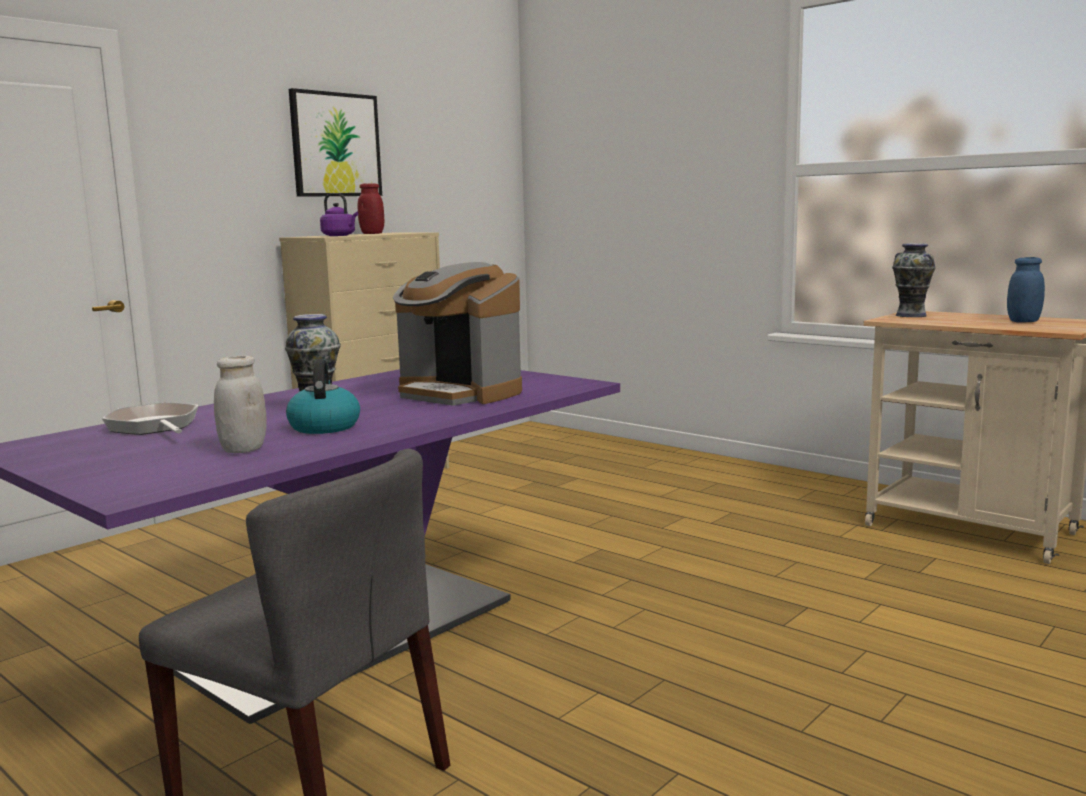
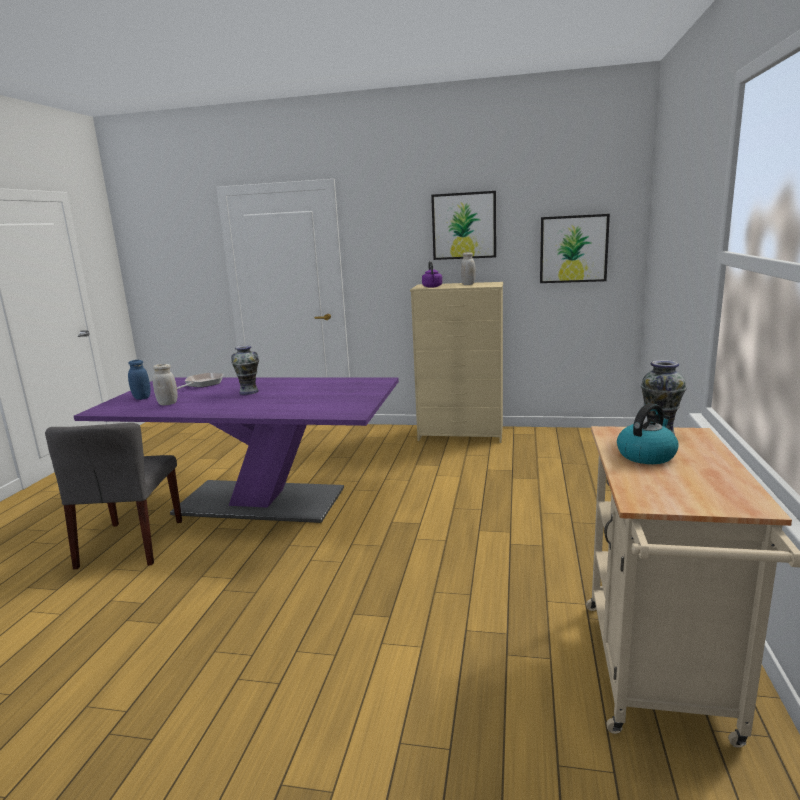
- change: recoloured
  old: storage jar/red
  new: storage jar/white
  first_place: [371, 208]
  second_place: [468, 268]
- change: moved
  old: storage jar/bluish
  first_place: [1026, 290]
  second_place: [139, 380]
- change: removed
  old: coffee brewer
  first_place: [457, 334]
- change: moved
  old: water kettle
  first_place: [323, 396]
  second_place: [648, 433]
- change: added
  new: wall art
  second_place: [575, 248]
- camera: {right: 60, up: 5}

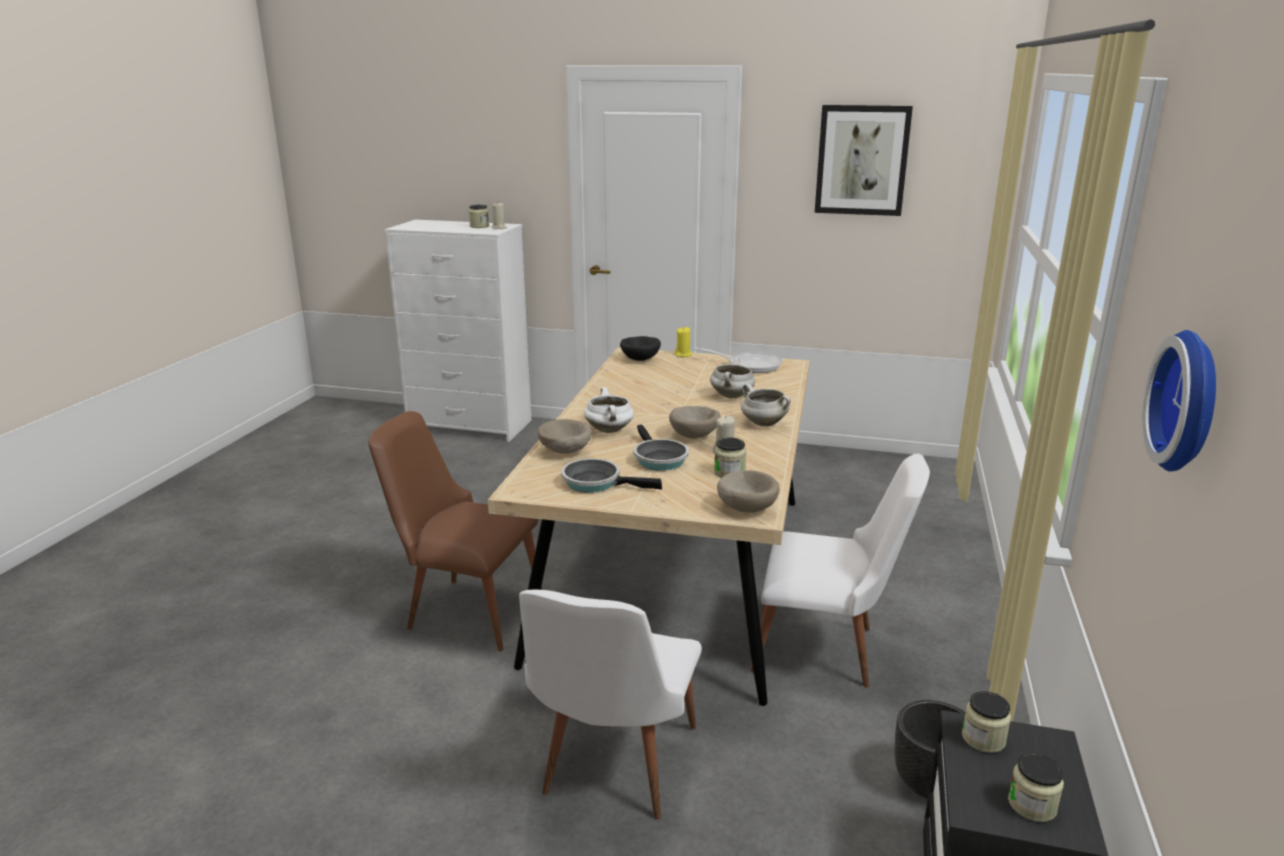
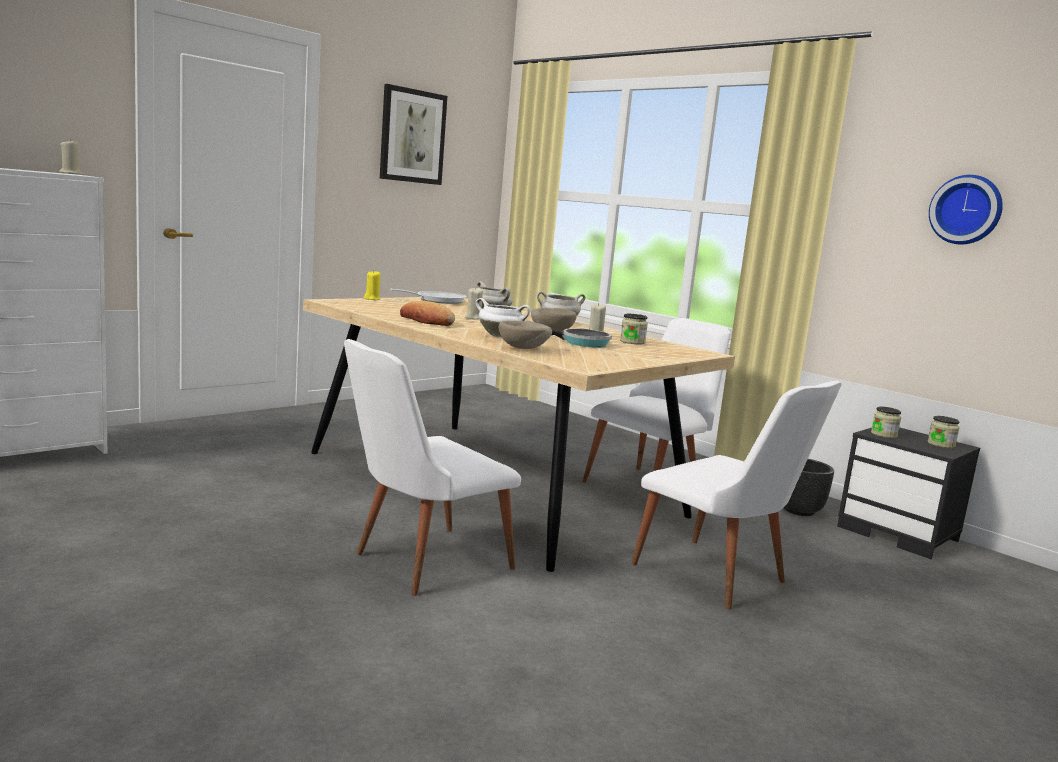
- change: removed
  old: storage jar
  first_place: [479, 216]
- change: removed
  old: deep dish/black
  first_place: [640, 348]
- change: recoloured
  old: chair/brown
  new: chair/white
  first_place: [455, 531]
  second_place: [432, 467]
- change: removed
  old: frying pan
  first_place: [611, 475]
- change: removed
  old: deep dish/beige
  first_place: [748, 491]
- change: added
  new: candle/beige
  second_place: [473, 303]
- change: added
  new: bakery bread
  second_place: [427, 313]
- camera: {right: -60, up: -10}

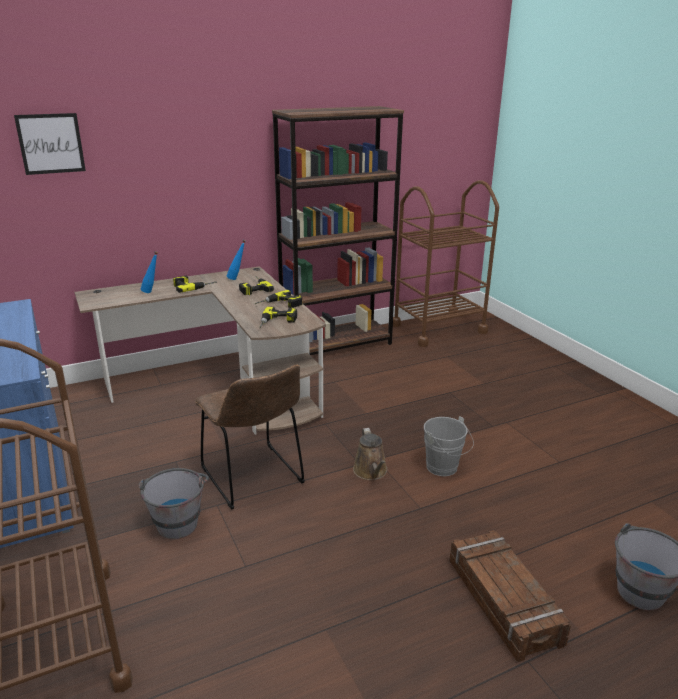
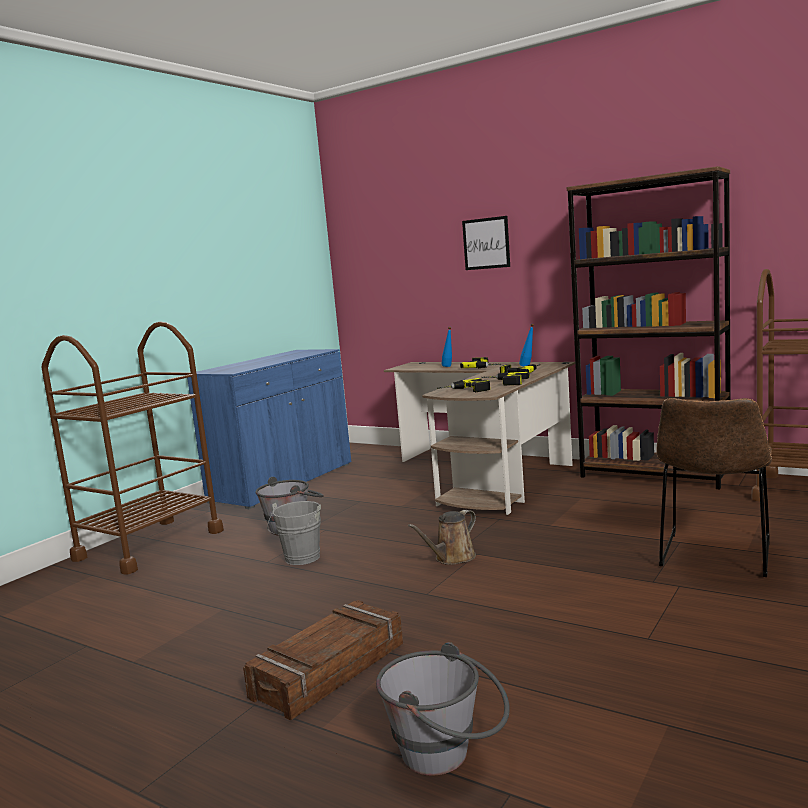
- change: moved
  old: wall art
  first_place: [50, 144]
  second_place: [486, 243]
- change: moved
  old: chair/brown
  first_place: [250, 437]
  second_place: [714, 487]
- change: moved
  old: pail/gray
  first_place: [449, 446]
  second_place: [294, 533]
- camera: {right: 60, up: -15}

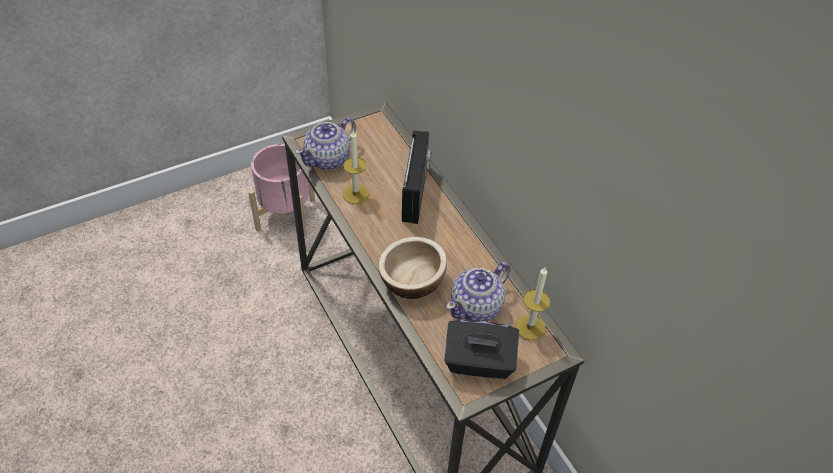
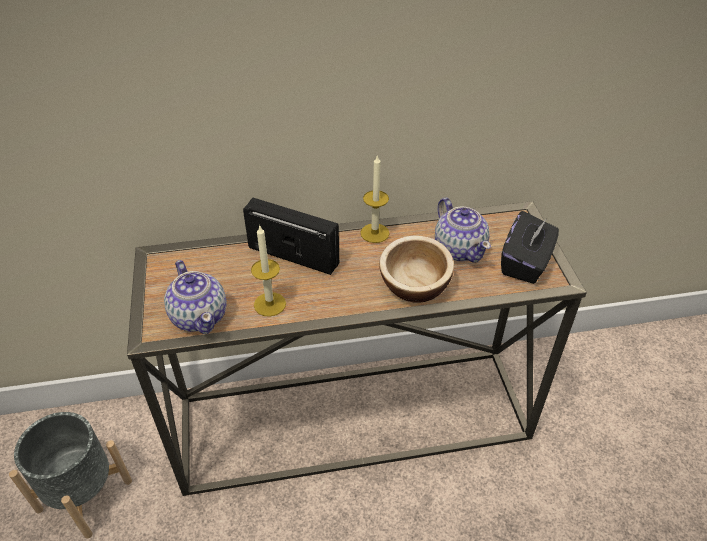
- change: recoloured
  old: flower pot/pinkish
  new: flower pot/gray
  first_place: [281, 190]
  second_place: [70, 475]
- change: moved
  old: candle
  first_place: [532, 303]
  second_place: [374, 199]
- camera: {right: -70, up: -5}

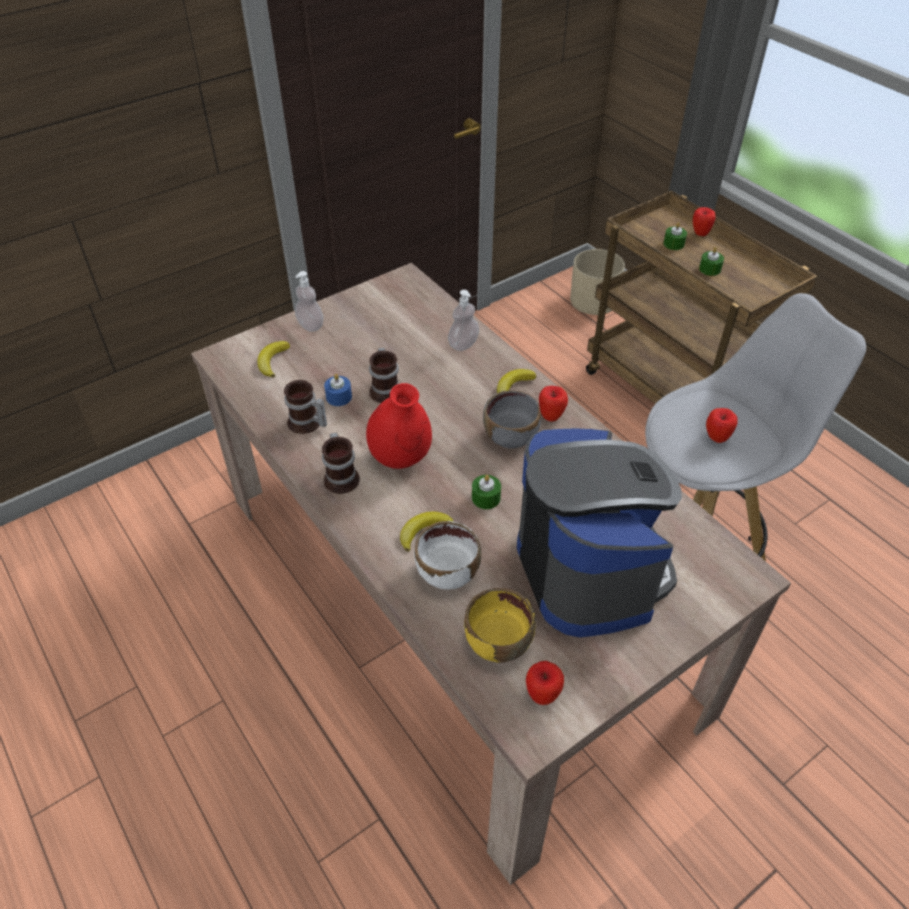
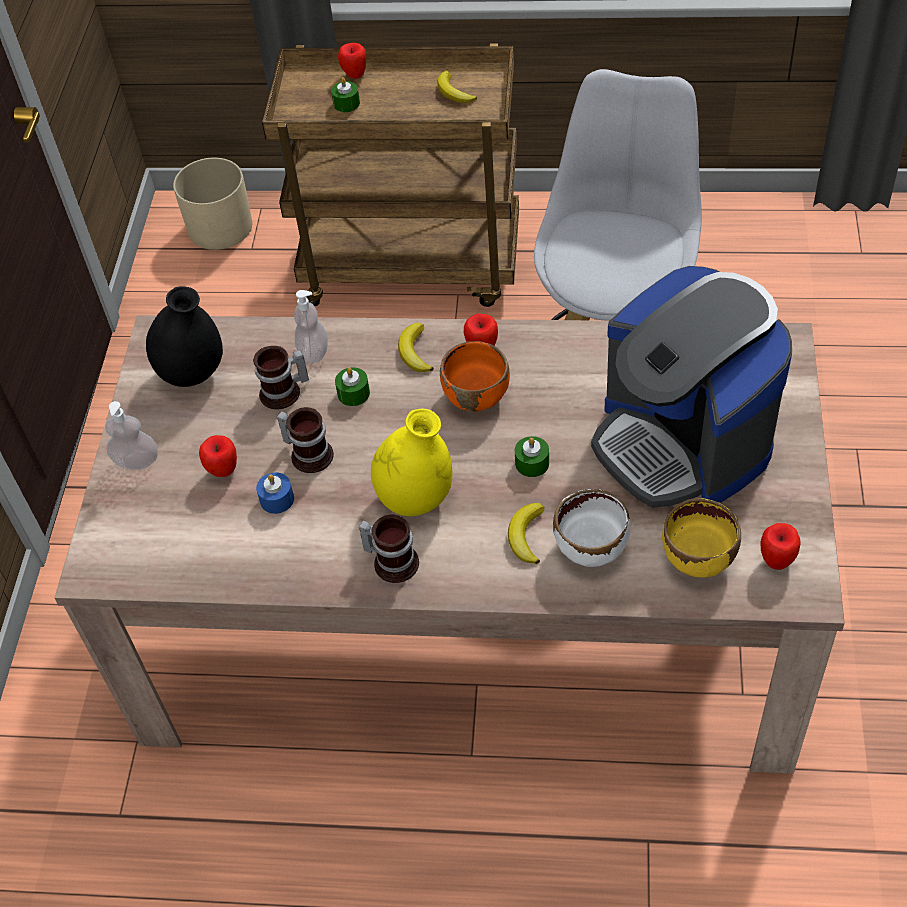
- change: moved
  old: candle/green
  first_place: [711, 261]
  second_place: [352, 386]
- change: moved
  old: whole banana
  first_place: [273, 359]
  second_place: [457, 87]
- change: moved
  old: mug
  first_place: [305, 407]
  second_place: [281, 377]
- change: recoloured
  old: vase/red
  new: vase/yellowish
  first_place: [399, 426]
  second_place: [411, 462]
- change: recoloured
  old: deep dish/gray
  new: deep dish/orange
  first_place: [512, 419]
  second_place: [475, 376]
- change: moved
  old: whole apple
  first_place: [722, 425]
  second_place: [218, 456]
- change: turned
  old: coffee brewer
  first_place: [599, 533]
  second_place: [691, 387]
  degrees: -150
- change: added
  new: vase/black
  second_place: [184, 336]
- camera: {right: -45, up: 5}

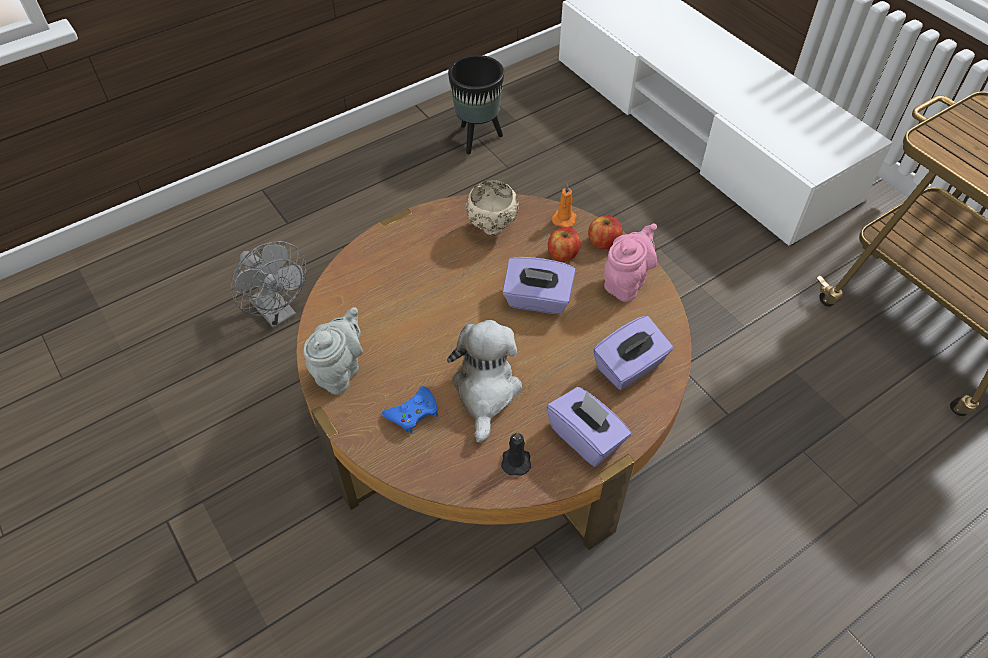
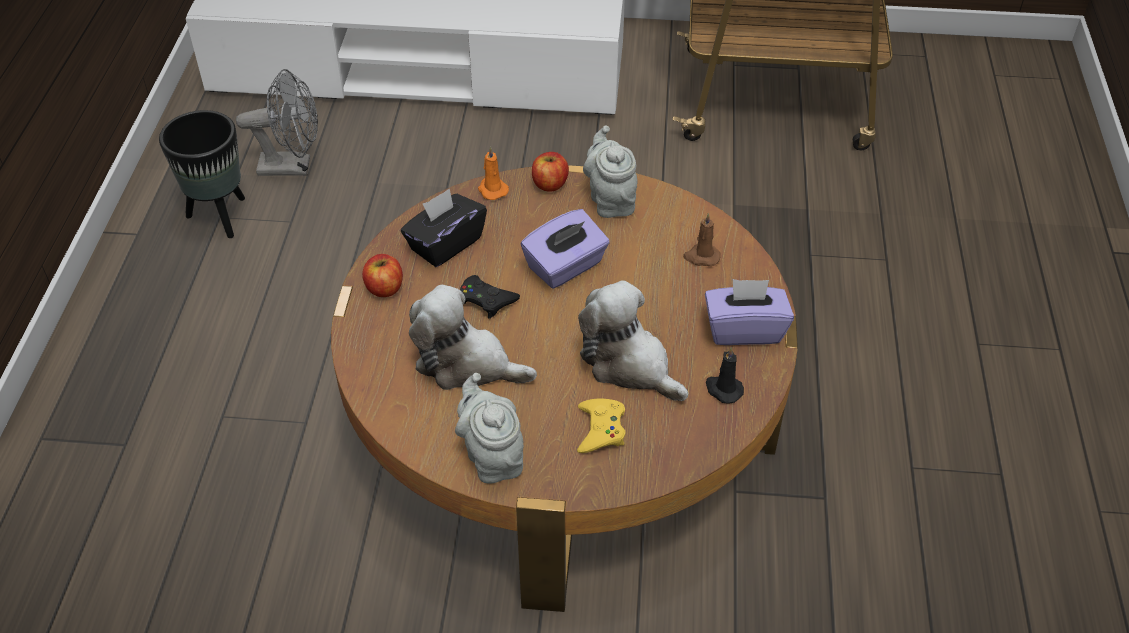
- change: replaced
  old: deep dish/beige
  new: tissue holder/black
  first_place: [492, 207]
  second_place: [444, 227]
- change: recoloured
  old: tea pot/pinkish
  new: tea pot/gray
  first_place: [630, 262]
  second_place: [610, 171]
- change: moved
  old: whole apple
  first_place: [564, 244]
  second_place: [382, 275]
- change: moved
  old: fan/gray
  first_place: [269, 284]
  second_place: [277, 122]
- change: replaced
  old: tissue holder/purplish
  new: candle/brown
  first_place: [633, 352]
  second_place: [702, 239]
- change: recoloured
  old: game controller/bluish
  new: game controller/yellowish
  first_place: [410, 410]
  second_place: [601, 426]
- change: added
  new: game controller/black
  second_place: [490, 297]
- change: added
  new: cuddly toy
  second_place: [473, 337]
- camera: {right: -50, up: -5}

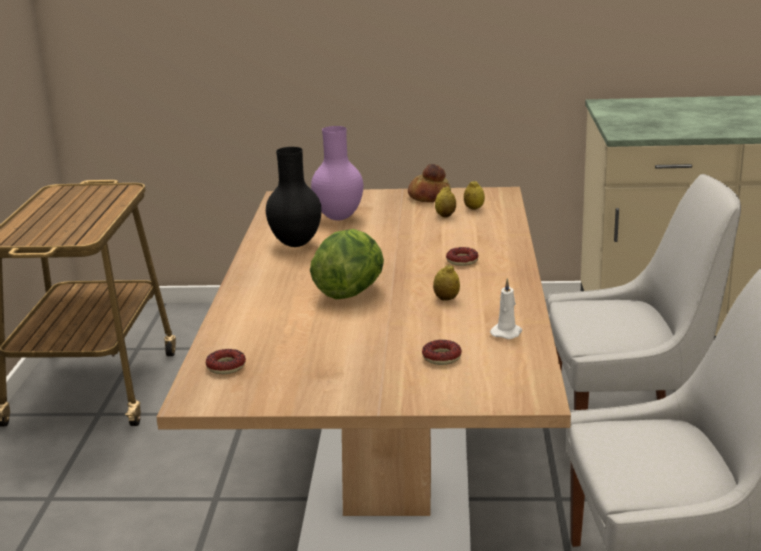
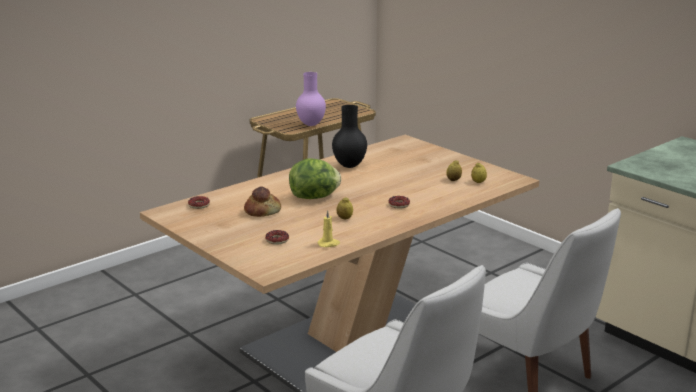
- change: moved
  old: vase/purplish
  first_place: [337, 173]
  second_place: [311, 99]
- change: moved
  old: bakery bread
  first_place: [429, 183]
  second_place: [262, 201]
- change: recoloured
  old: candle/white
  new: candle/yellowish
  first_place: [506, 308]
  second_place: [328, 228]
- camera: {right: 45, up: 0}

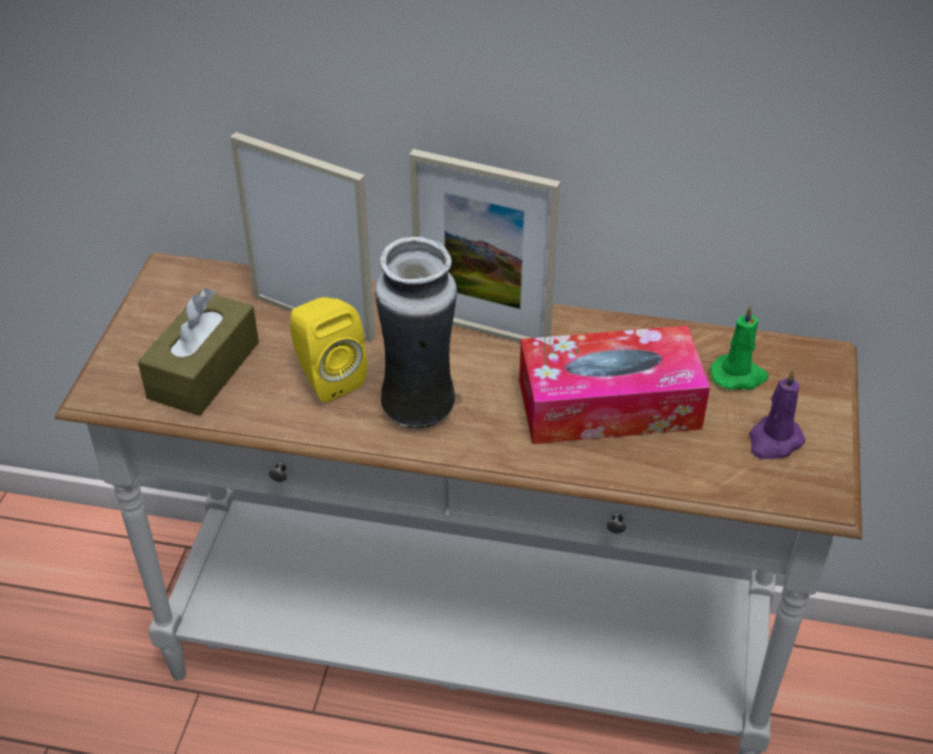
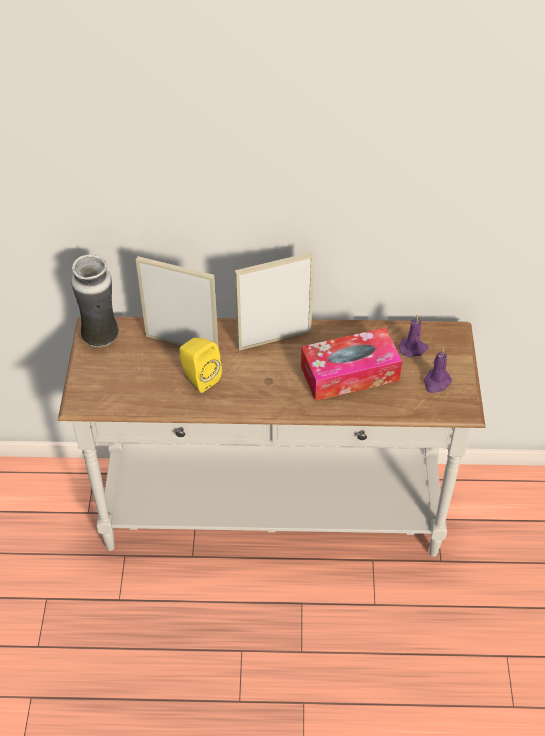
- change: turned
  old: photo frame
  first_place: [484, 246]
  second_place: [274, 301]
  degrees: 150
- change: moved
  old: vase
  first_place: [416, 333]
  second_place: [95, 300]
- change: removed
  old: tissue holder/brown
  first_place: [198, 352]
- change: recoloured
  old: candle/green
  new: candle/purplish
  first_place: [739, 347]
  second_place: [413, 336]
- camera: {right: -10, up: 5}

